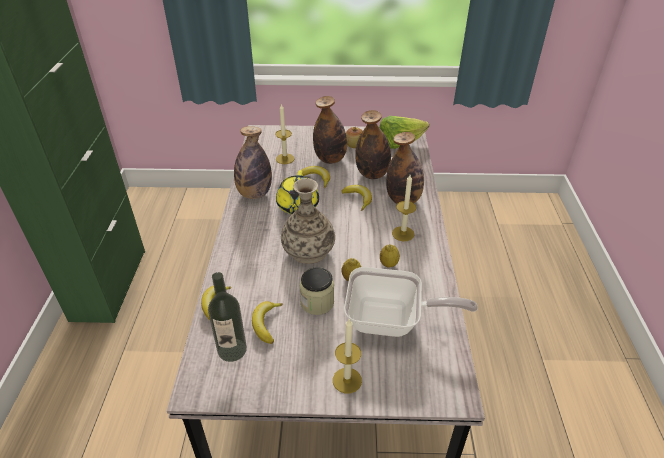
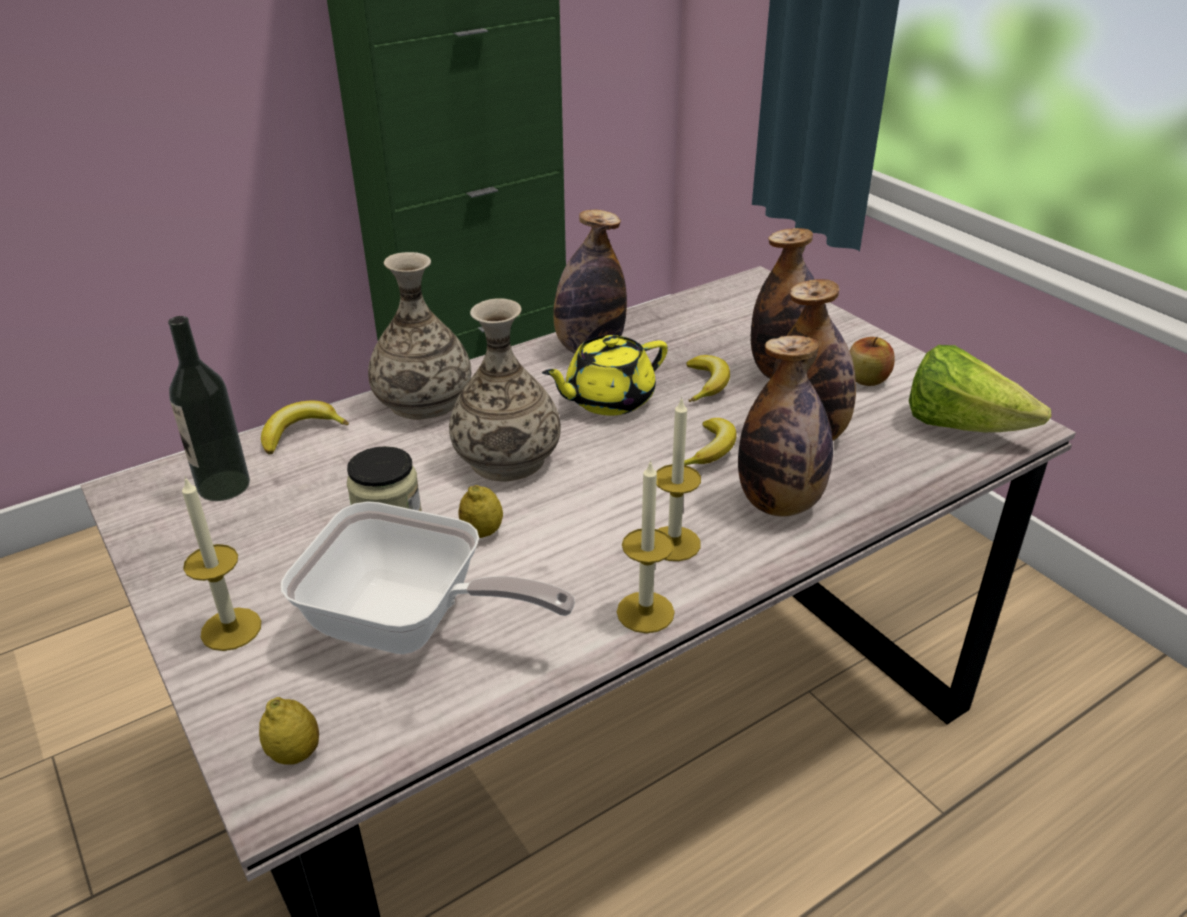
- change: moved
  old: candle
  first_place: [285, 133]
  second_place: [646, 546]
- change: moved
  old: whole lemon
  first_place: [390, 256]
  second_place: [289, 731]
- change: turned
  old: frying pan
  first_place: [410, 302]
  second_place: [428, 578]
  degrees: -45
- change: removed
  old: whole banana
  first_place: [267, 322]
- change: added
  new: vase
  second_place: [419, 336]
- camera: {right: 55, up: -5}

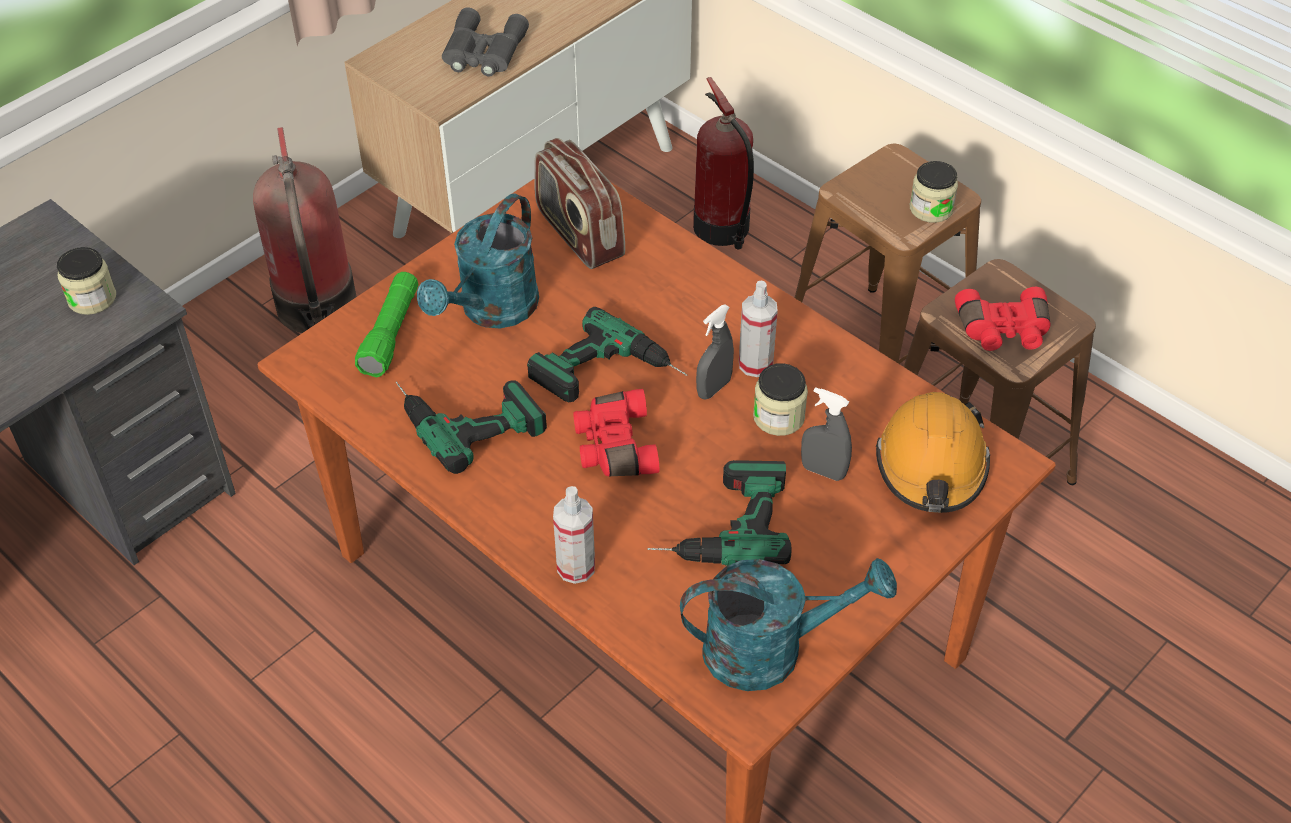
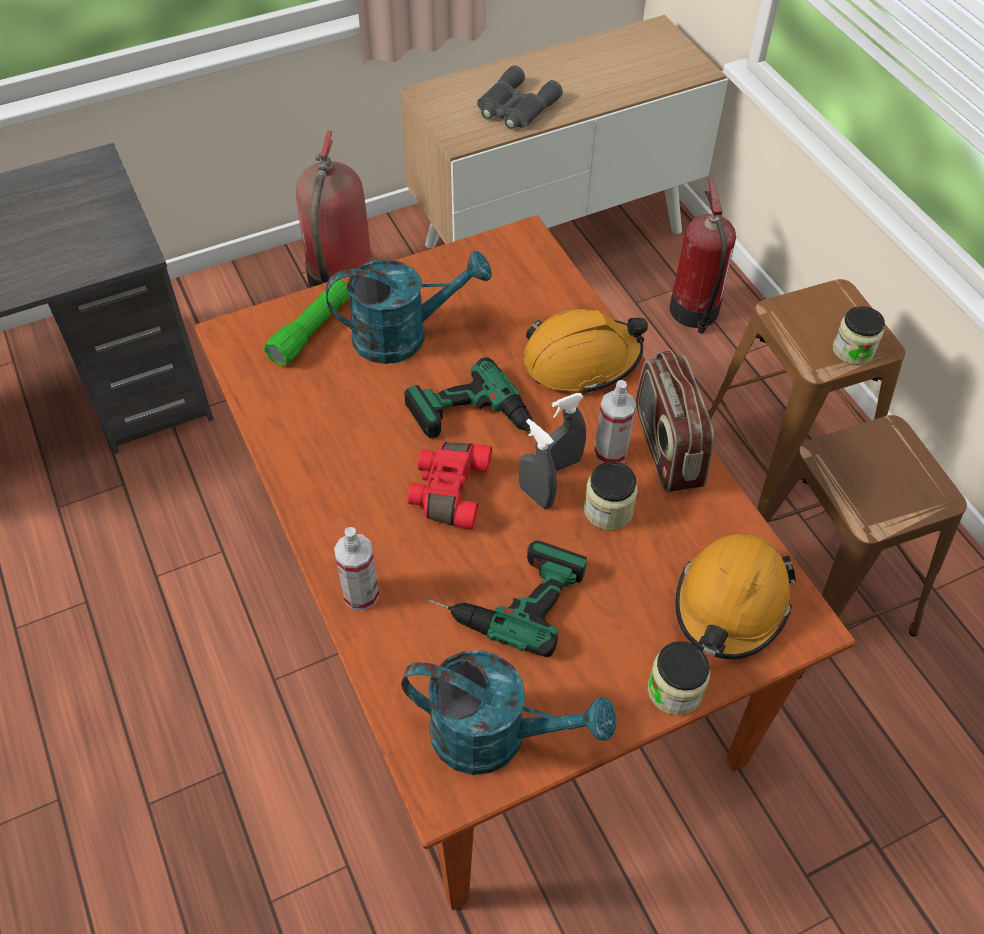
- change: moved
  old: radio receiver
  first_place: [579, 203]
  second_place: [675, 421]
- change: turned
  old: watering pot/blue-green
  first_place: [478, 261]
  second_place: [408, 307]
  degrees: -150
- change: moved
  old: storage jar
  first_place: [86, 281]
  second_place: [679, 678]
- change: removed
  old: pair of binoculars/red
  first_place: [1003, 319]
- change: removed
  old: drill
  first_place: [471, 427]
- change: moved
  old: sprayer/gray
  first_place: [826, 434]
  second_place: [538, 464]
- change: added
  new: work helmet/orange
  second_place: [585, 351]
- camera: {right: 20, up: 5}

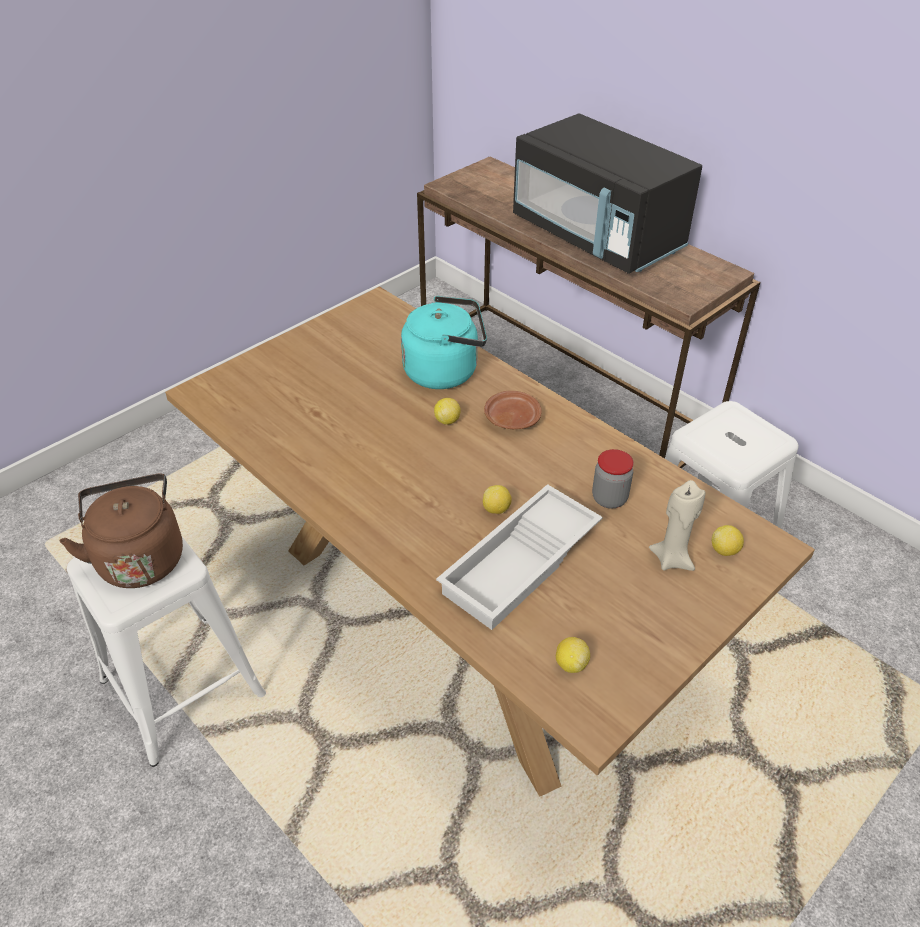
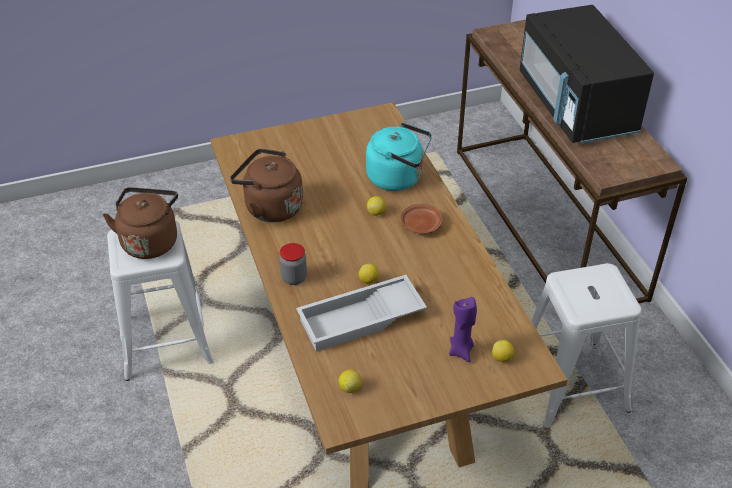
- change: moved
  old: storage jar
  first_place: [613, 478]
  second_place: [293, 264]
- change: recoloured
  old: candle/beige
  new: candle/purplish
  first_place: [677, 525]
  second_place: [463, 329]
- change: added
  new: water kettle/brown
  second_place: [266, 185]
- camera: {right: 25, up: 0}

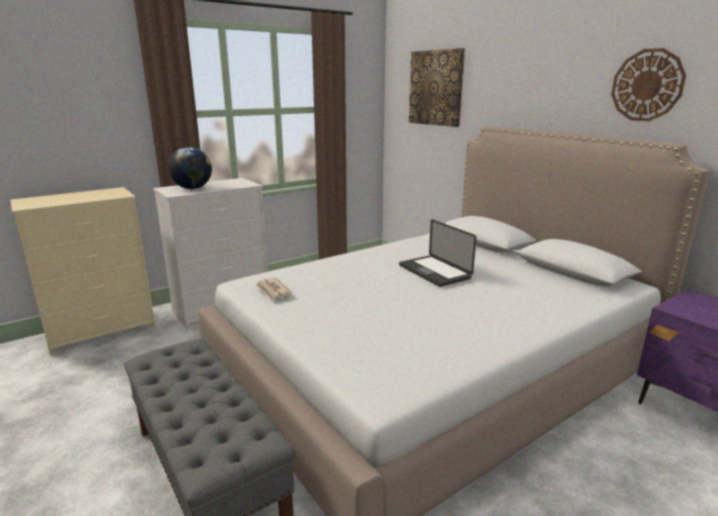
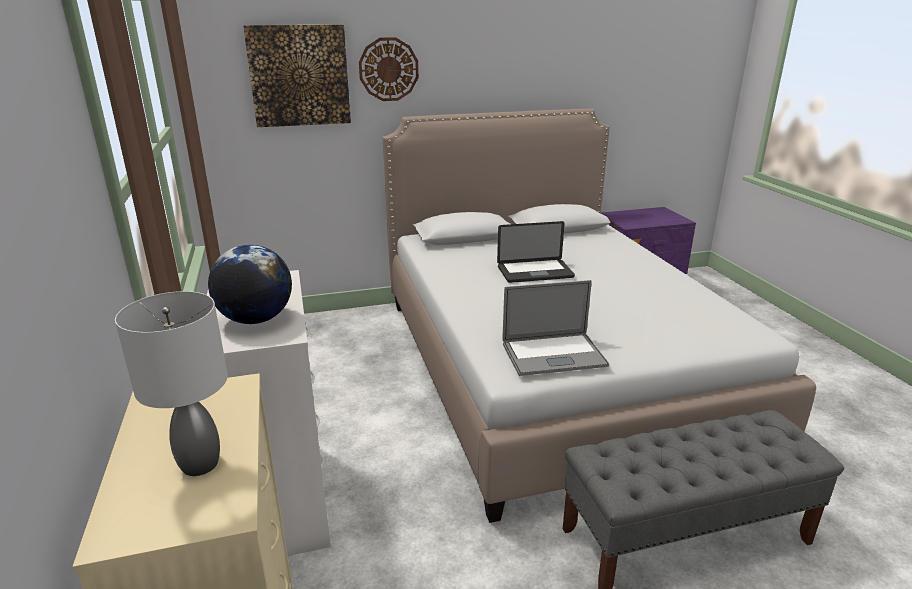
- change: moved
  old: clock on the wall
  first_place: [648, 84]
  second_place: [389, 69]
- change: replaced
  old: newspaper
  new: portable computer
  first_place: [273, 289]
  second_place: [555, 328]
- change: added
  new: lamp for a table/gray
  second_place: [171, 383]
- camera: {right: -70, up: 5}

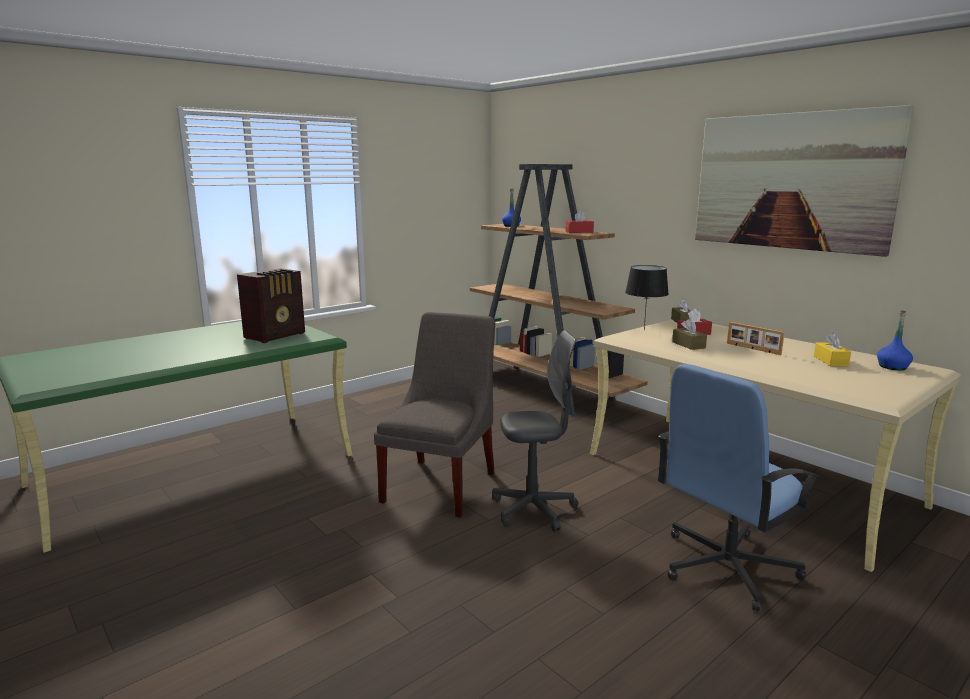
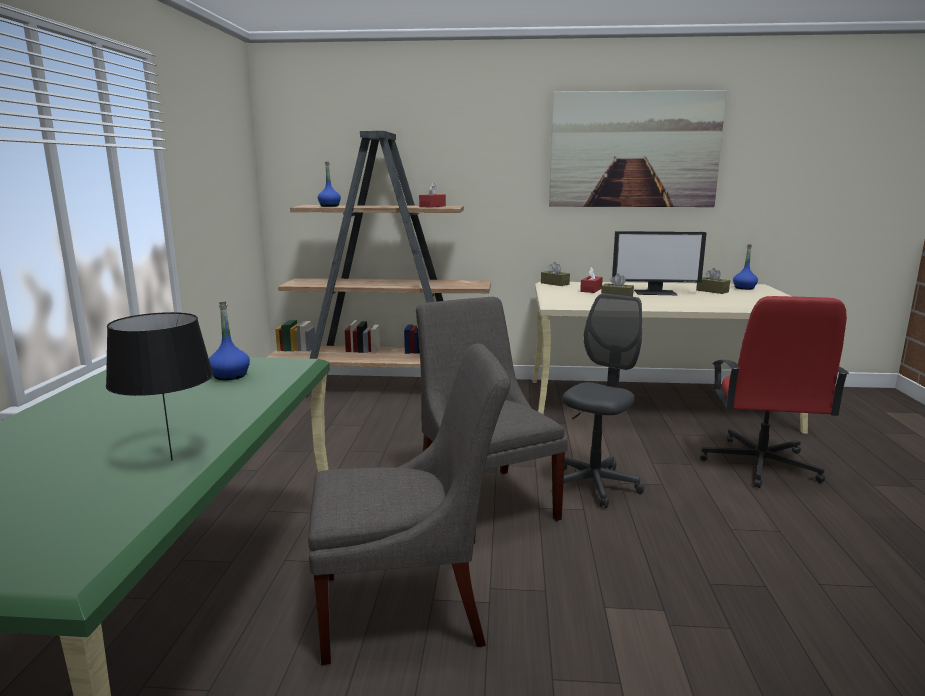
- change: moved
  old: lamp for a table/black
  first_place: [647, 298]
  second_place: [159, 386]
- change: replaced
  old: radio receiver
  new: beverage bottle/bluish
  first_place: [271, 305]
  second_place: [229, 341]
- change: replaced
  old: photo frame
  new: computer display
  first_place: [756, 338]
  second_place: [659, 263]
- change: recoloured
  old: tissue holder/yellowish
  new: tissue holder/brown
  first_place: [832, 349]
  second_place: [713, 281]
- change: recoloured
  old: computer chair/bluish
  new: computer chair/red
  first_place: [739, 487]
  second_place: [774, 392]
- change: added
  new: chair/gray
  second_place: [409, 504]
- camera: {right: -45, up: 0}

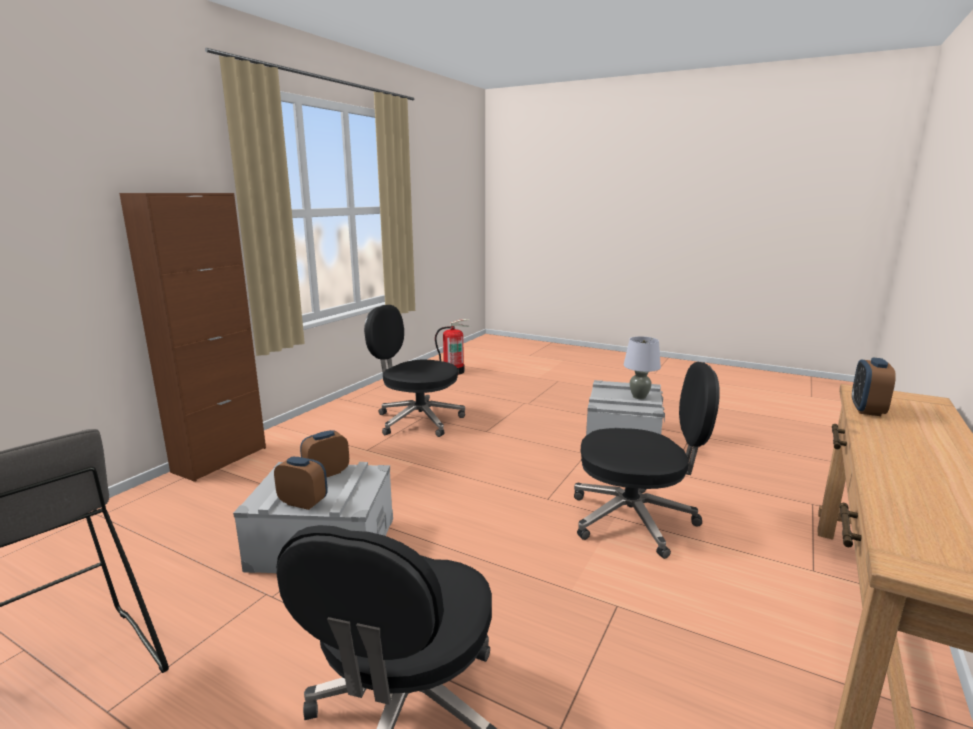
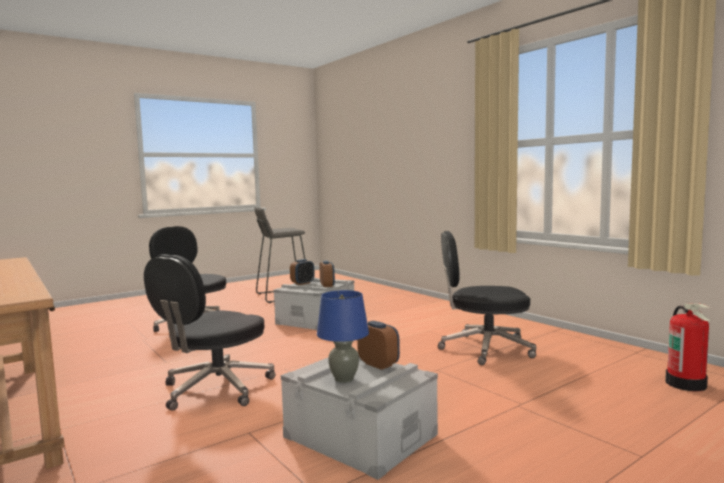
- change: removed
  old: cupboard/brown
  first_place: [192, 337]
- change: turned
  old: computer chair/black
  first_place: [414, 371]
  second_place: [487, 298]
  degrees: -135
- change: recoloured
  old: lamp for a table/gray
  new: lamp for a table/bluish
  first_place: [642, 367]
  second_place: [343, 336]
- change: moved
  old: table clock
  first_place: [874, 387]
  second_place: [378, 345]
- camera: {right: 115, up: -10}

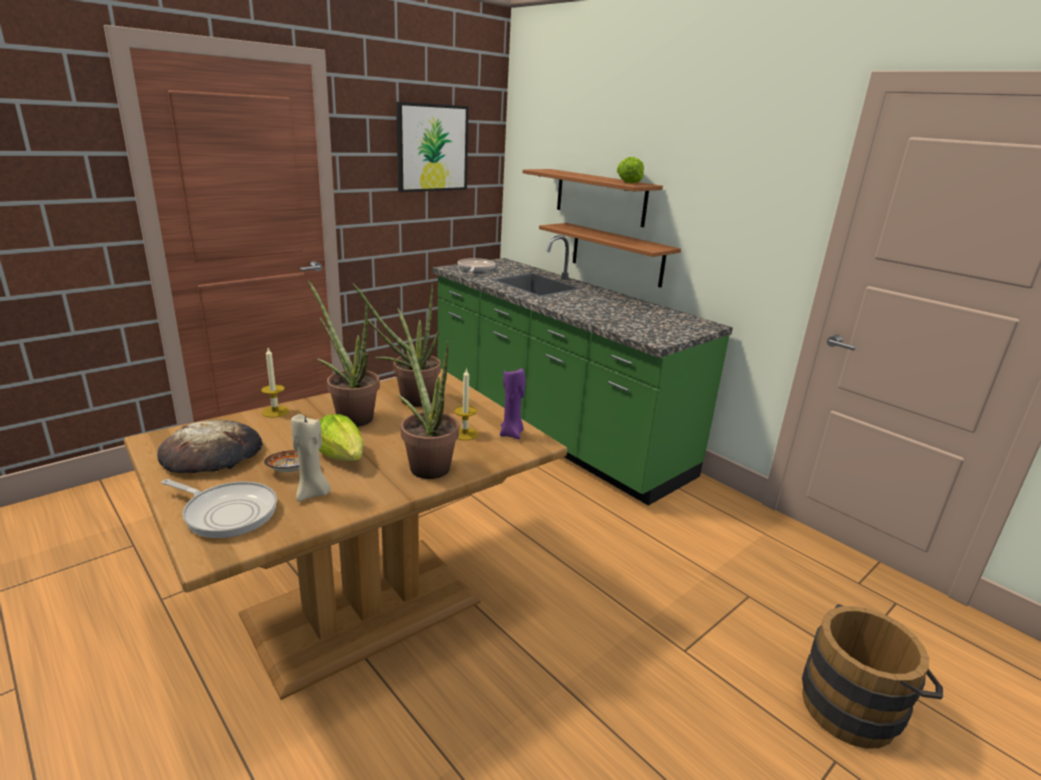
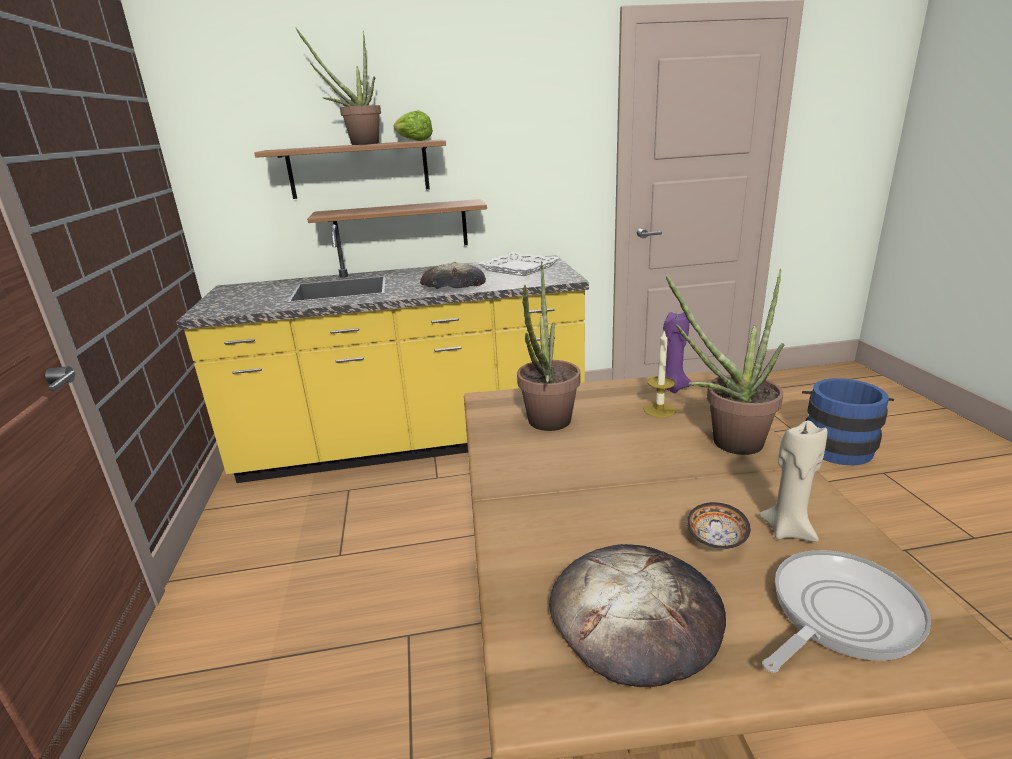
- change: removed
  old: wall art
  first_place: [432, 147]
- change: recoloured
  old: kitchen counter/green
  new: kitchen counter/yellowish
  first_place: [582, 370]
  second_place: [382, 353]
- change: removed
  old: frying pan
  first_place: [476, 265]
- change: moved
  old: potted plant
  first_place: [344, 353]
  second_place: [338, 86]
- change: removed
  old: candle
  first_place: [275, 383]
- change: removed
  old: lettuce
  first_place: [341, 437]
- change: recoloured
  old: pail/brown
  new: pail/bluish
  first_place: [872, 676]
  second_place: [848, 421]
- change: added
  new: serving tray/white
  second_place: [518, 264]
- change: added
  new: bakery bread
  second_place: [453, 275]
- camera: {right: -55, up: 0}

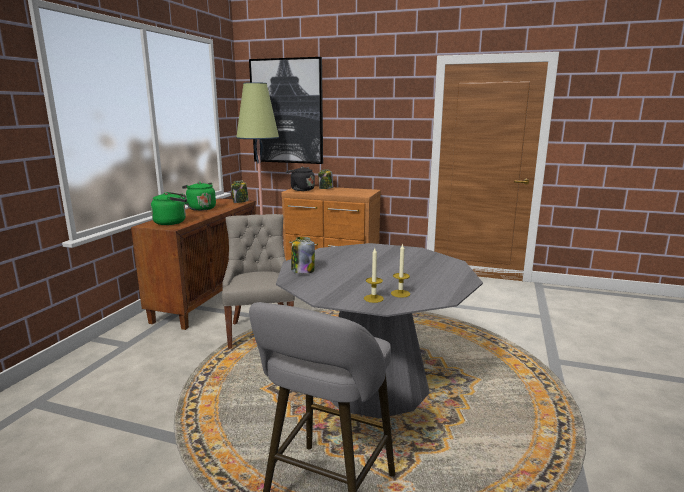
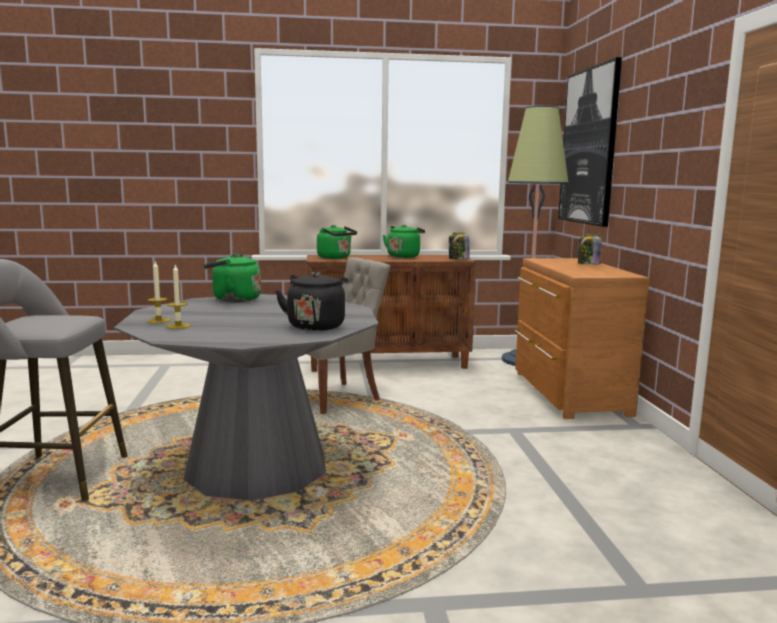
- change: moved
  old: water kettle/black
  first_place: [300, 179]
  second_place: [312, 301]
- change: replaced
  old: storage jar
  new: water kettle/green
  first_place: [303, 255]
  second_place: [232, 278]
- camera: {right: 65, up: -5}

